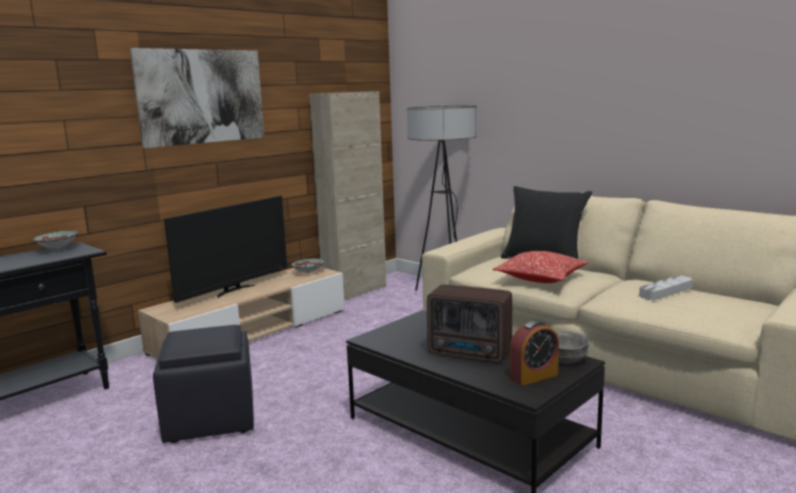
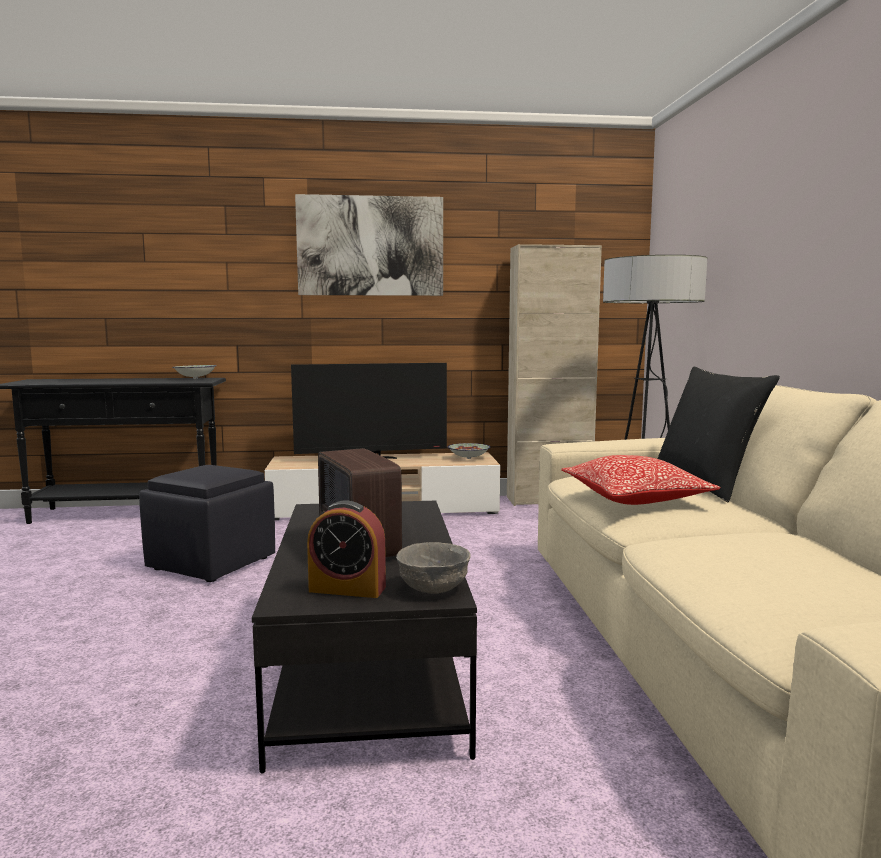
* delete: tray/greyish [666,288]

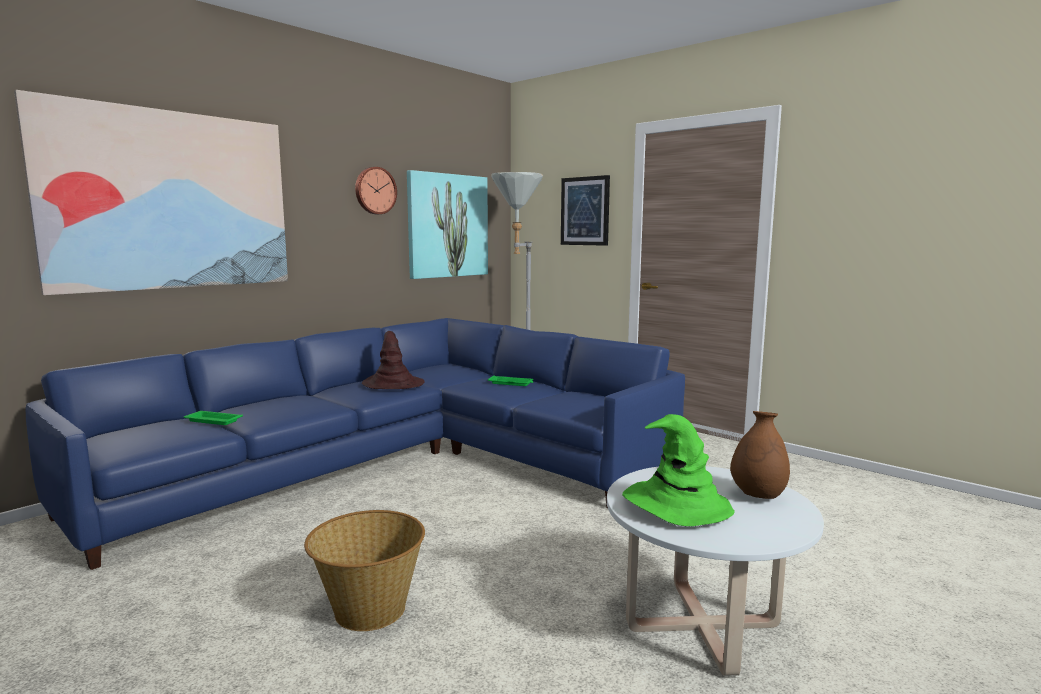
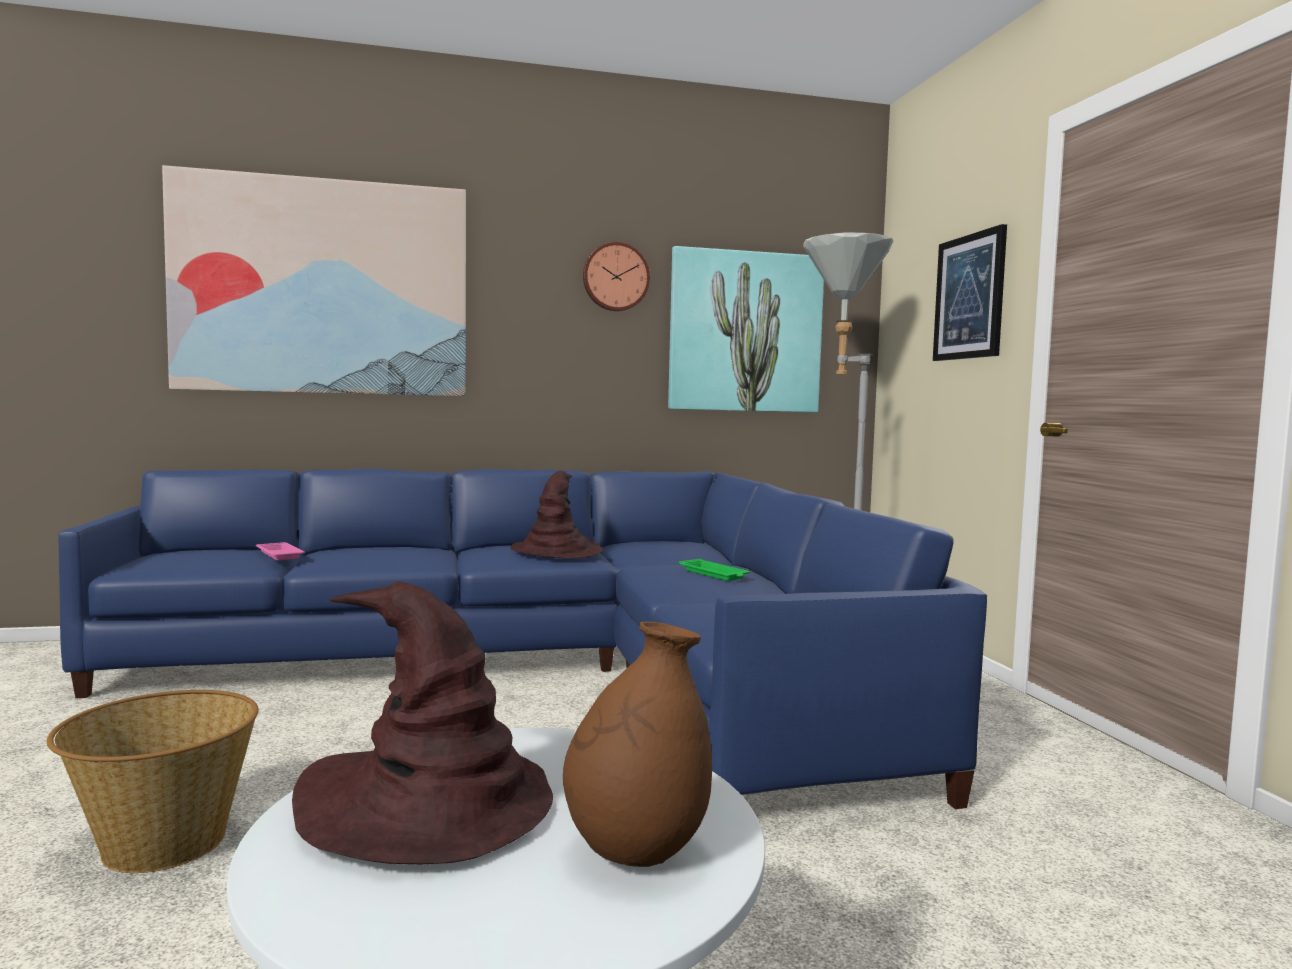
* recolor: tray/green-coloured [213,418] to tray/pink [280,551]
* recolor: hat/green-coloured [678,470] to hat/brown [422,723]

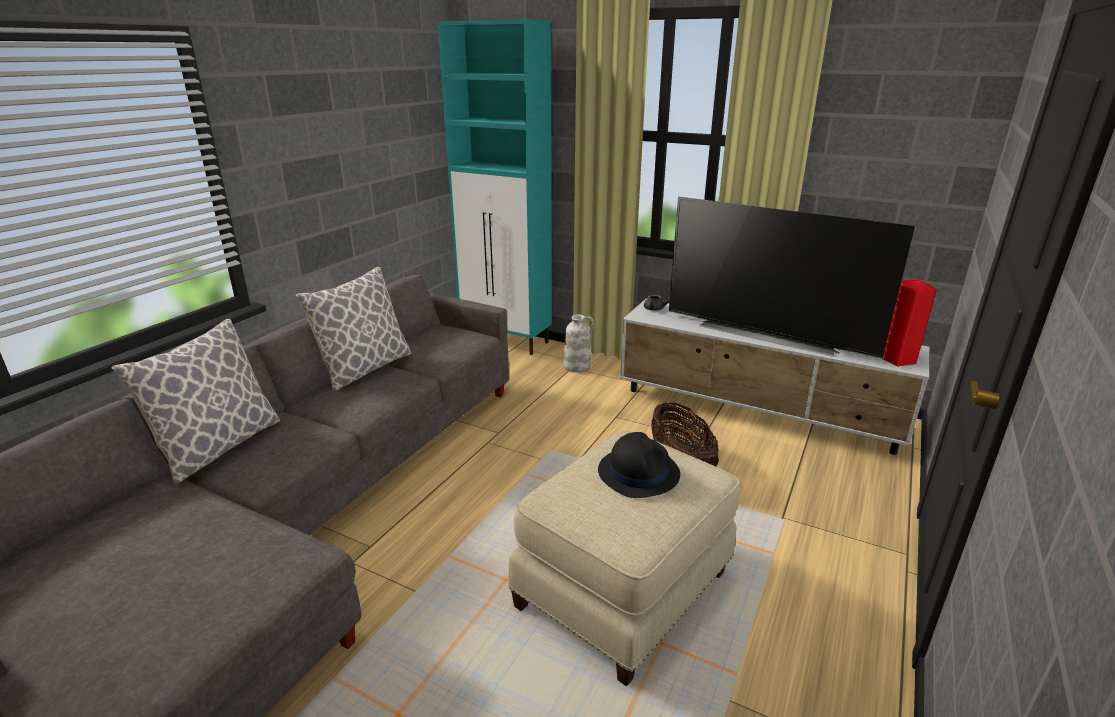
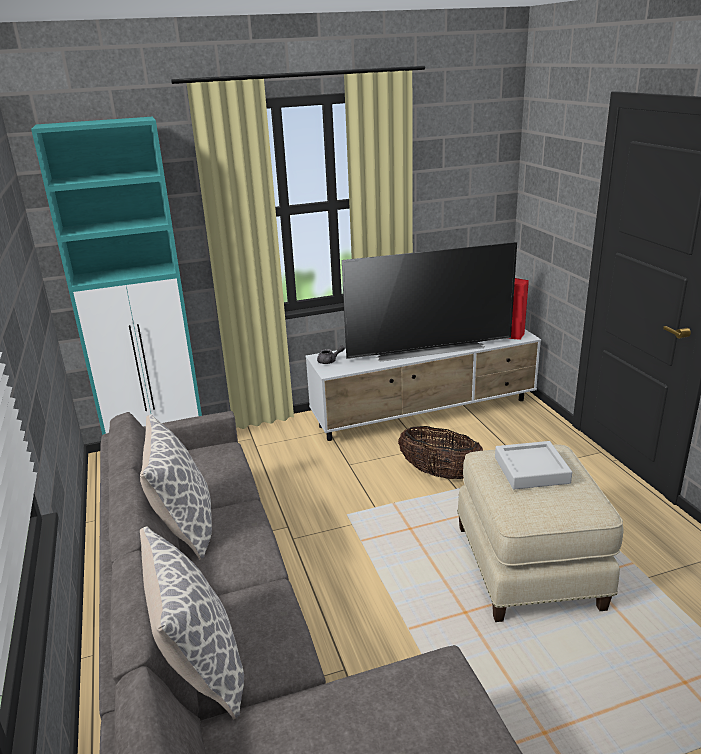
* delete: decorative vase/white [579,343]
* replace: hat/black-coloured [639,465] to tray/greyish [533,465]

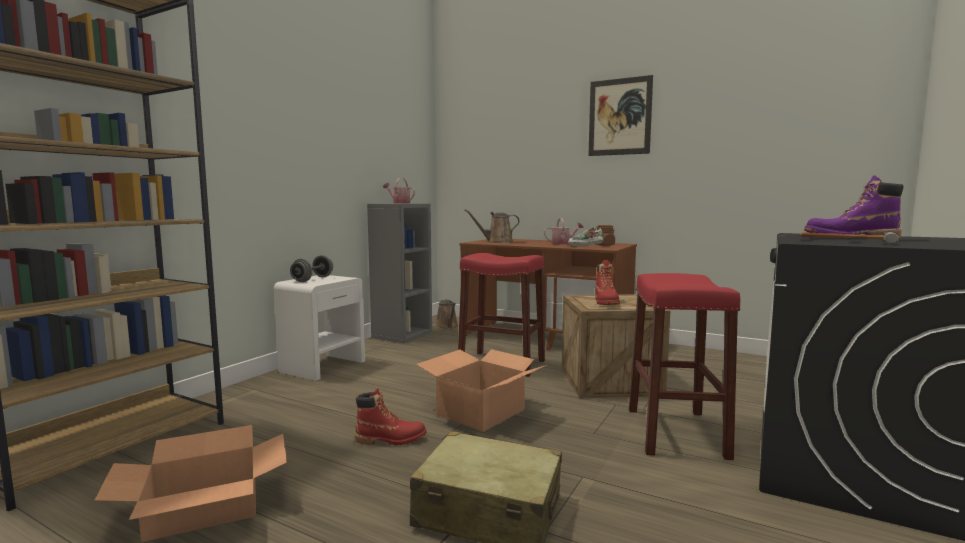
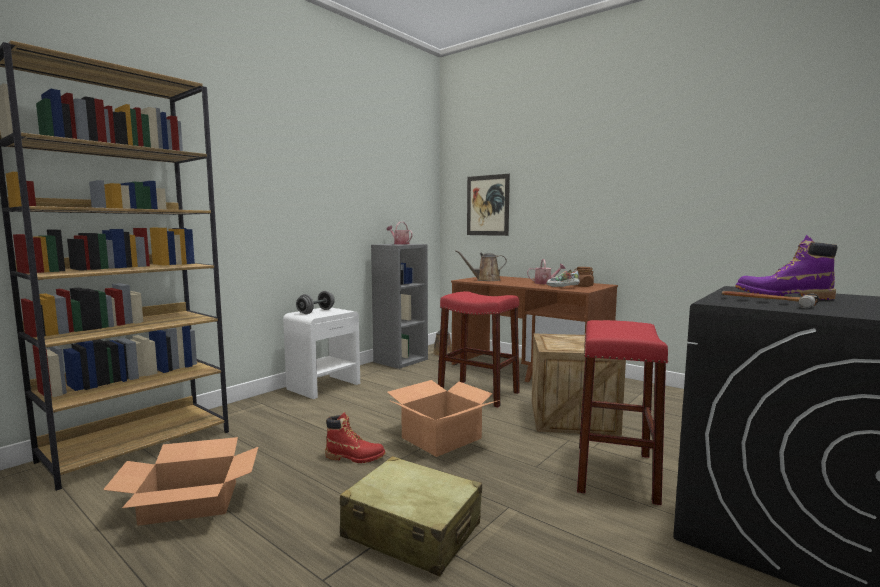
* delete: high-top boot/red [607,282]
* move: wall art [620,115] to [488,205]

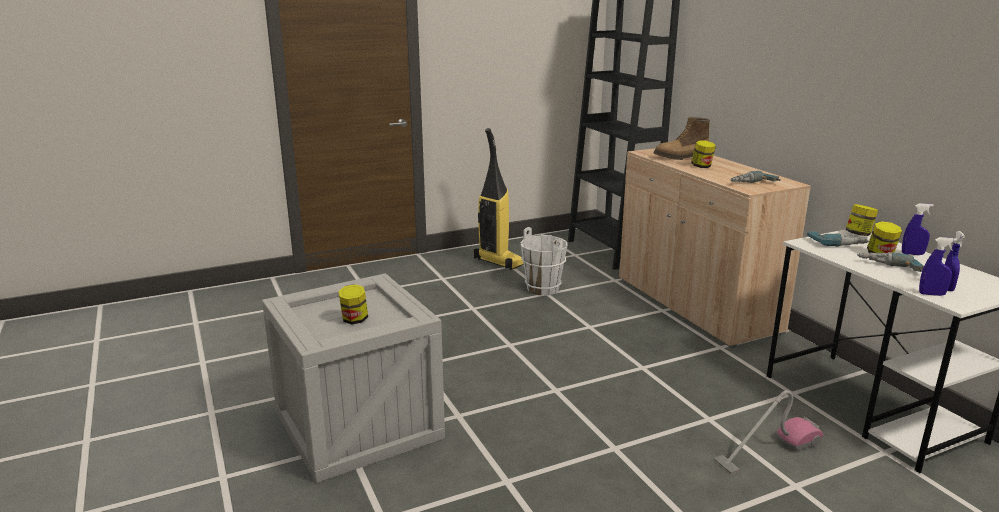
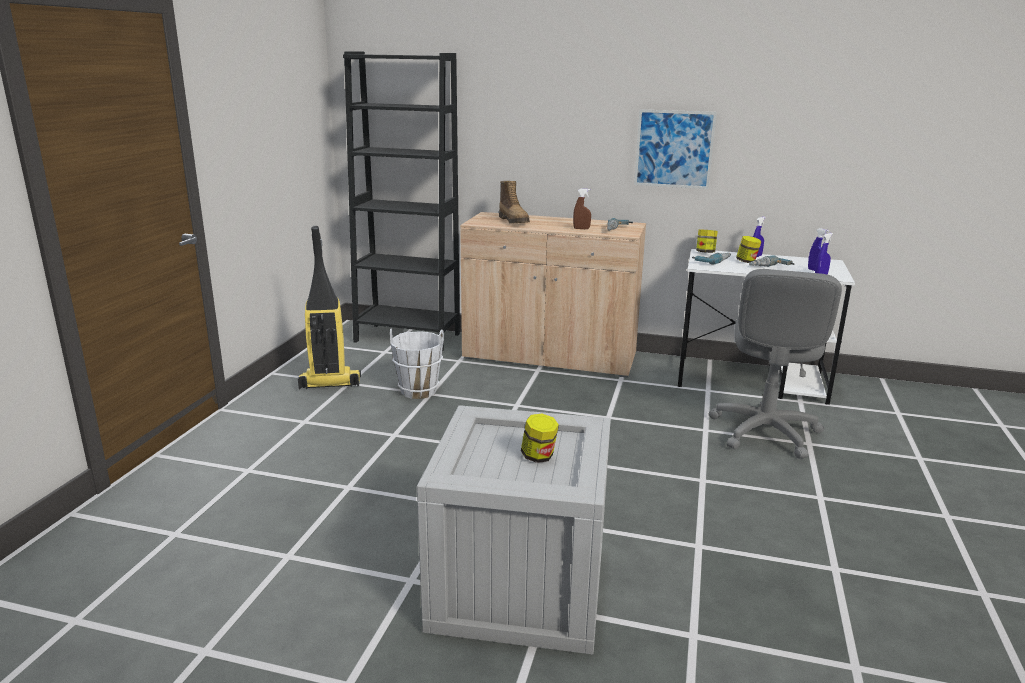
* delete: preserve jar [703,154]
* insert: hand sprayer/brown [582,209]
* insert: wall art [675,149]
* replace: hoover [768,432] to computer chair/greyish [775,364]
* rotate: high-top boot [682,138] = [514,202] 45 degrees counterclockwise

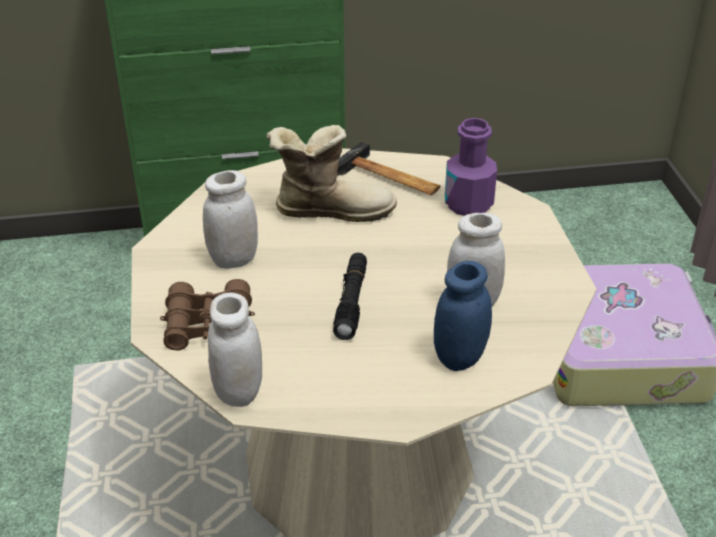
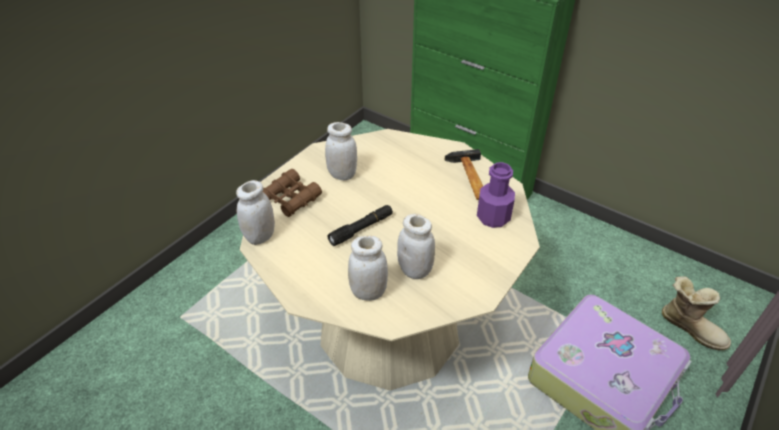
* move: high-top boot [331,173] to [696,313]
* recolor: preserve jar/bluish [463,316] to preserve jar/white [368,268]

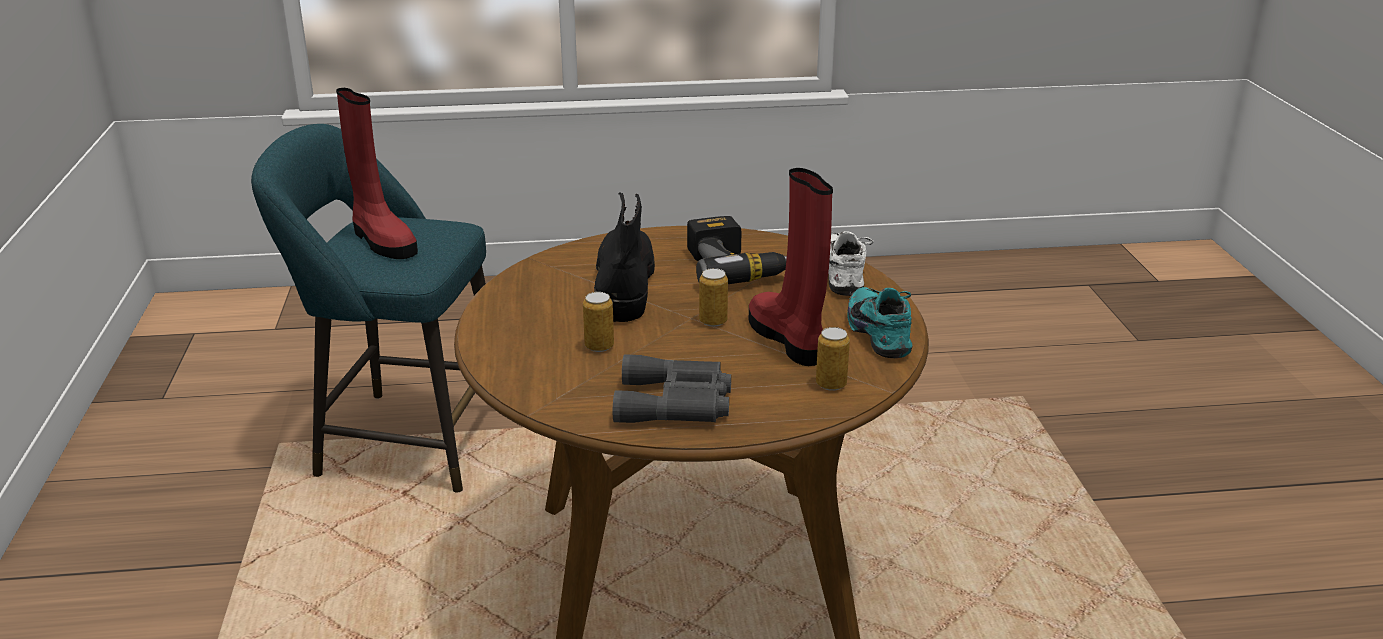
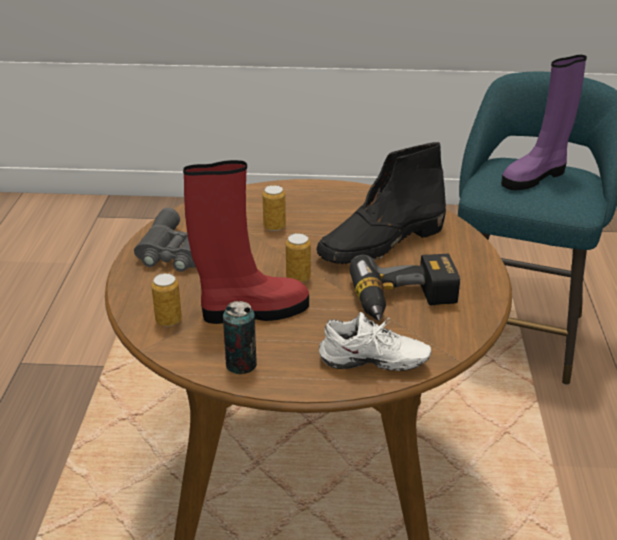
* replace: shoe/blue-green [880,322] to sealed can [240,337]
* recolor: high-top boot/red [377,173] to high-top boot/purple-coloured [544,122]
* rotate: high-top boot/black-coloured [624,257] = [381,203] 135 degrees clockwise

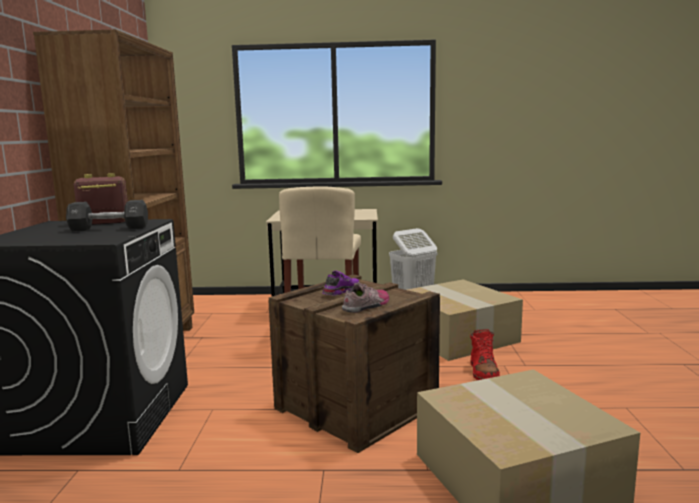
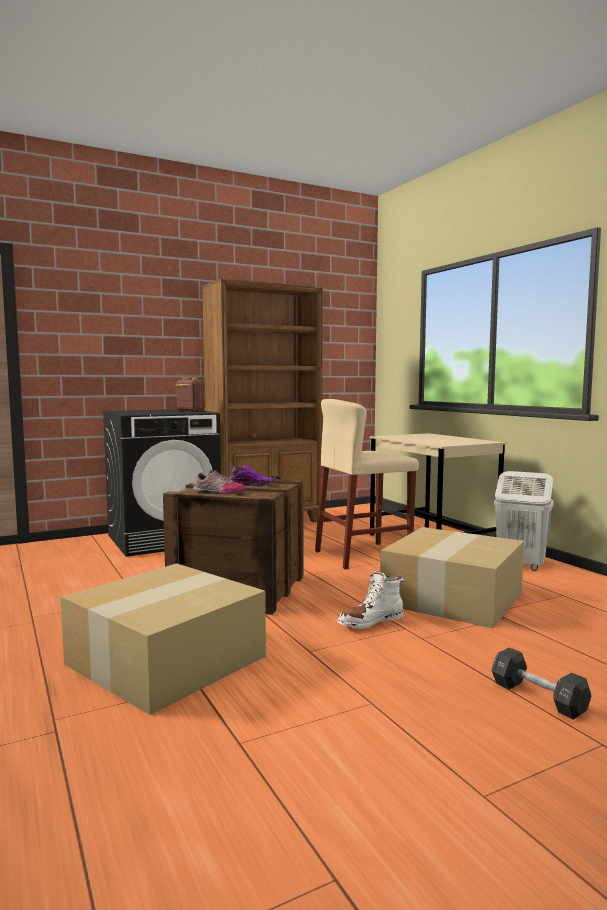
* move: free weight/black-coloured [107,216] to [541,683]
* recolor: high-top boot/red [485,354] to high-top boot/white [370,600]

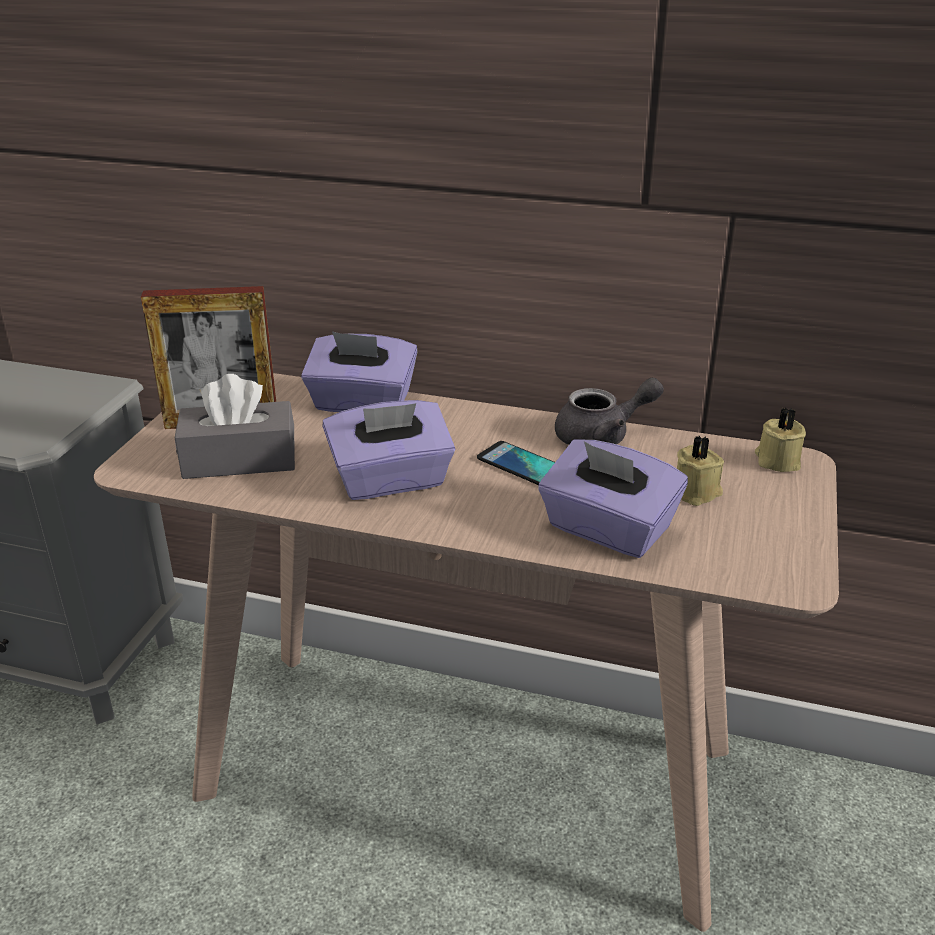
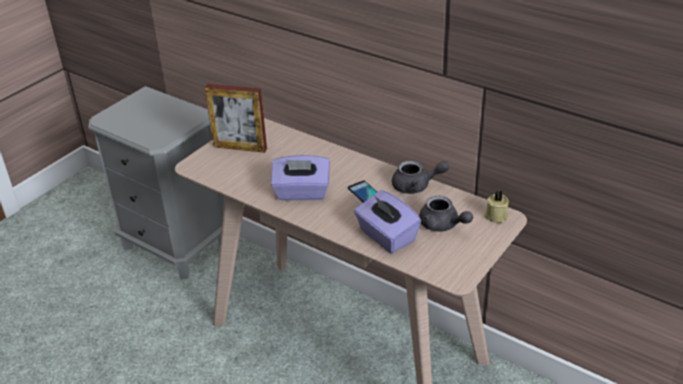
* delete: tissue holder/greyish [235,426]
* delete: tissue holder/purple-coloured [359,372]
* replace: wax candle/beige [700,471] to pot for tea/greyish [446,214]

